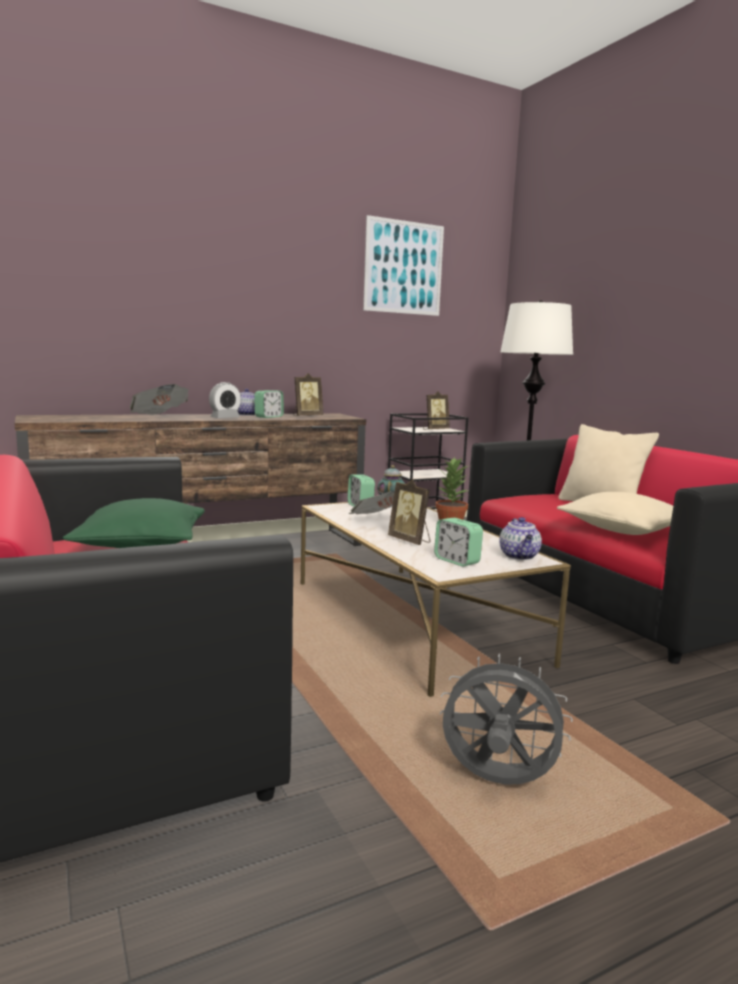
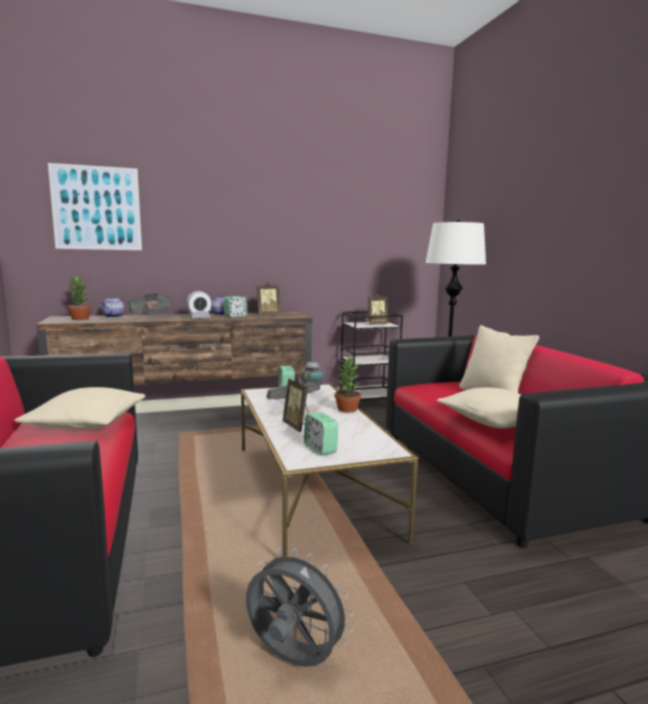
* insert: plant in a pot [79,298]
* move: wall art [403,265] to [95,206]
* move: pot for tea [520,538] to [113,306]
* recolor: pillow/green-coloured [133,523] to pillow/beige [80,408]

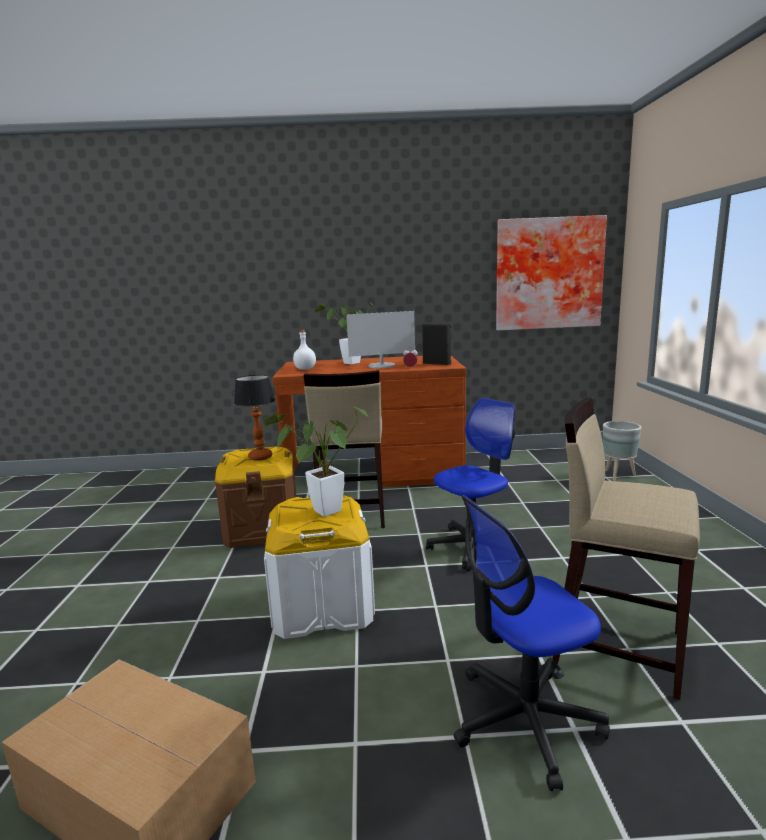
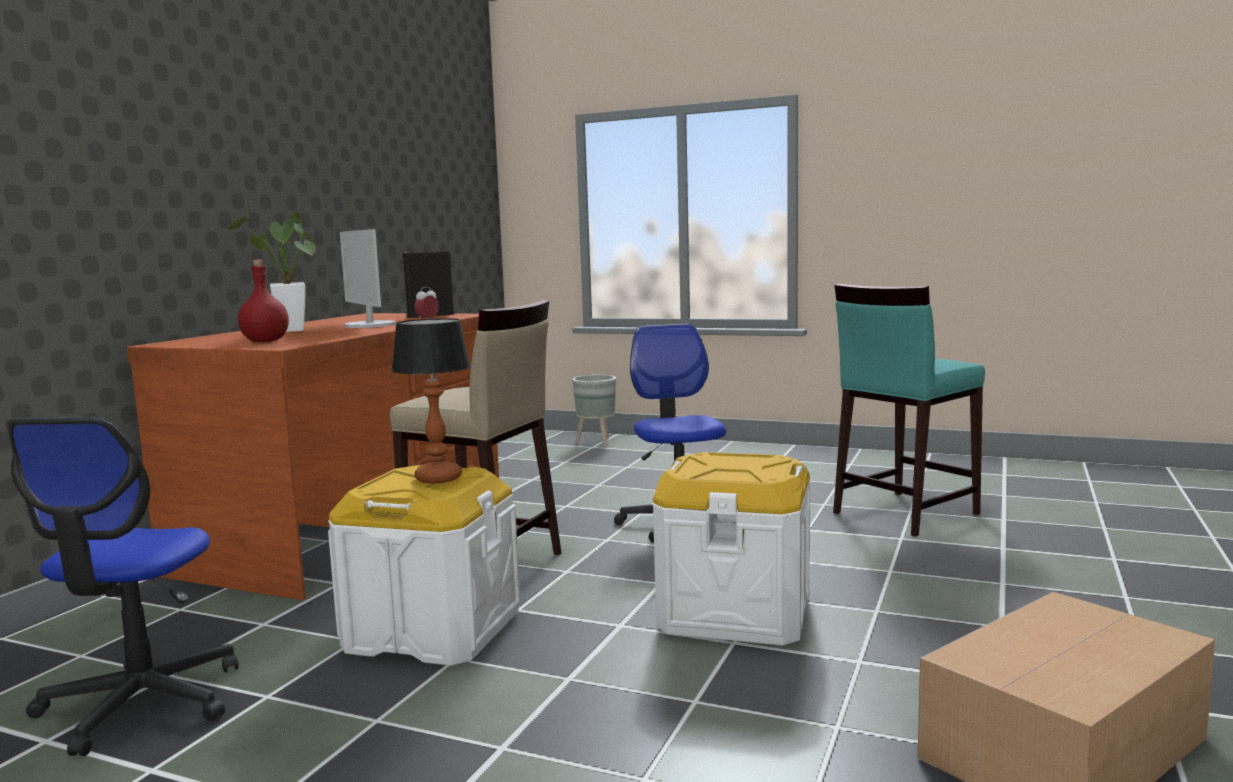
* delete: plant in a pot [316,461]
* delete: wall art [551,273]
* move: computer chair [532,643] to [122,586]
* recolor: storage bin/brown [255,497] to storage bin/white [424,565]
* recolor: drink bottle/white [304,349] to drink bottle/red [263,300]
* recolor: sitting stool/beige [626,548] to sitting stool/blue-green [909,410]
* rotate: monitor [380,339] = [368,278] 135 degrees clockwise

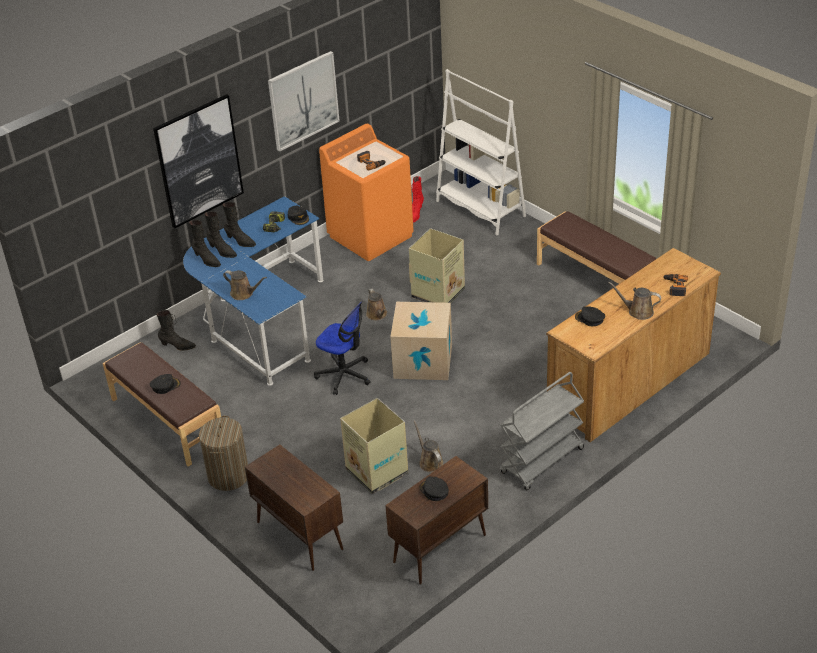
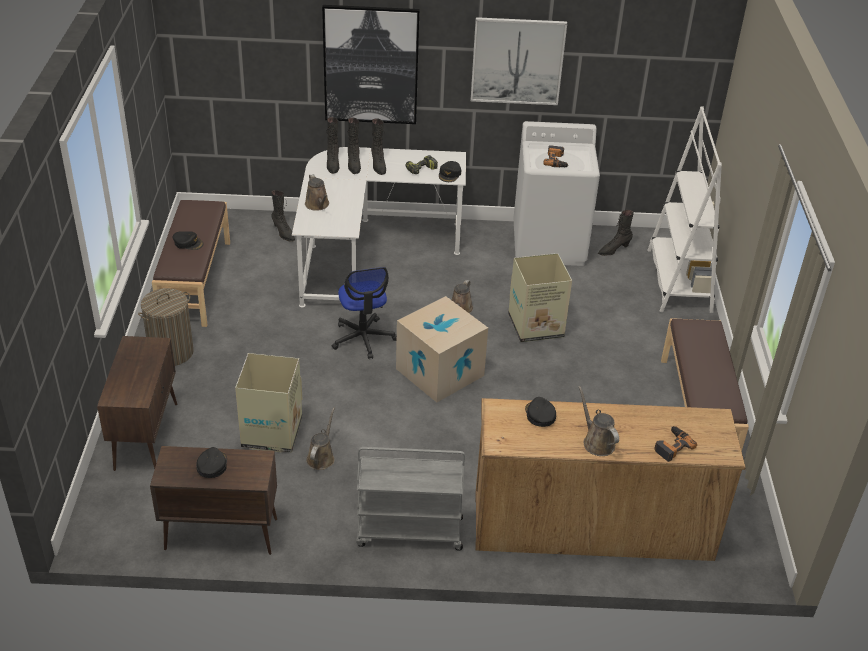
* recolor: desk unit/bluish [253,291] to desk unit/white [379,227]
* recolor: washing machine/orange-coloured [366,192] to washing machine/white [557,193]
* recolor: high-top boot/red [417,199] to high-top boot/black-coloured [616,233]

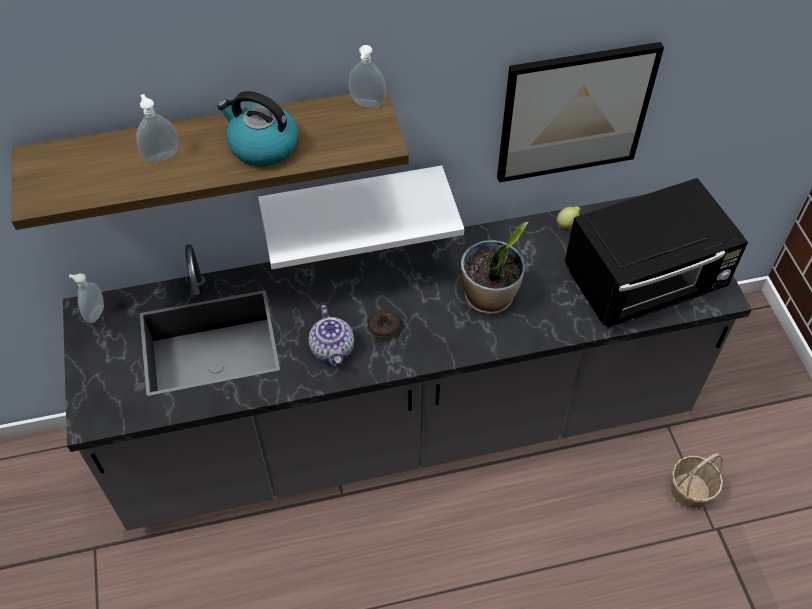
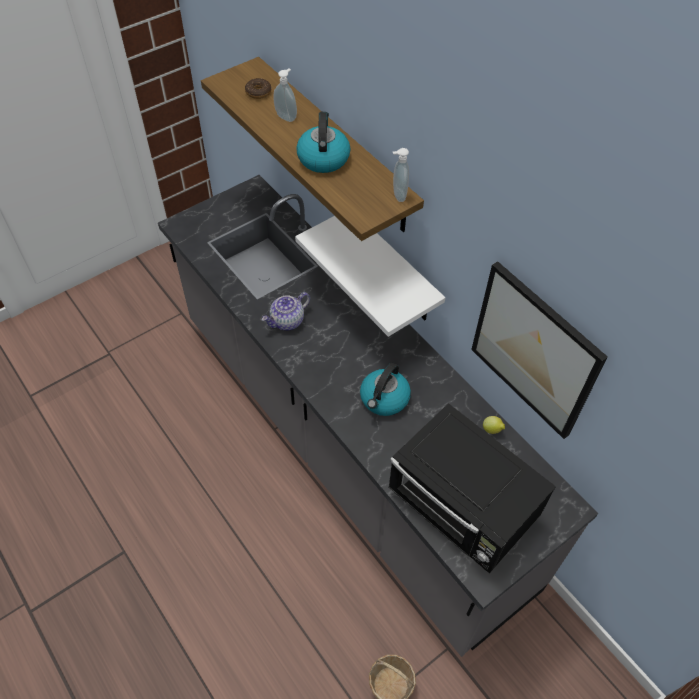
* delete: liquid soap bottle [86,298]
* move: donut [384,324] to [258,88]
* replace: plant in a pot [494,268] to tea kettle [385,389]

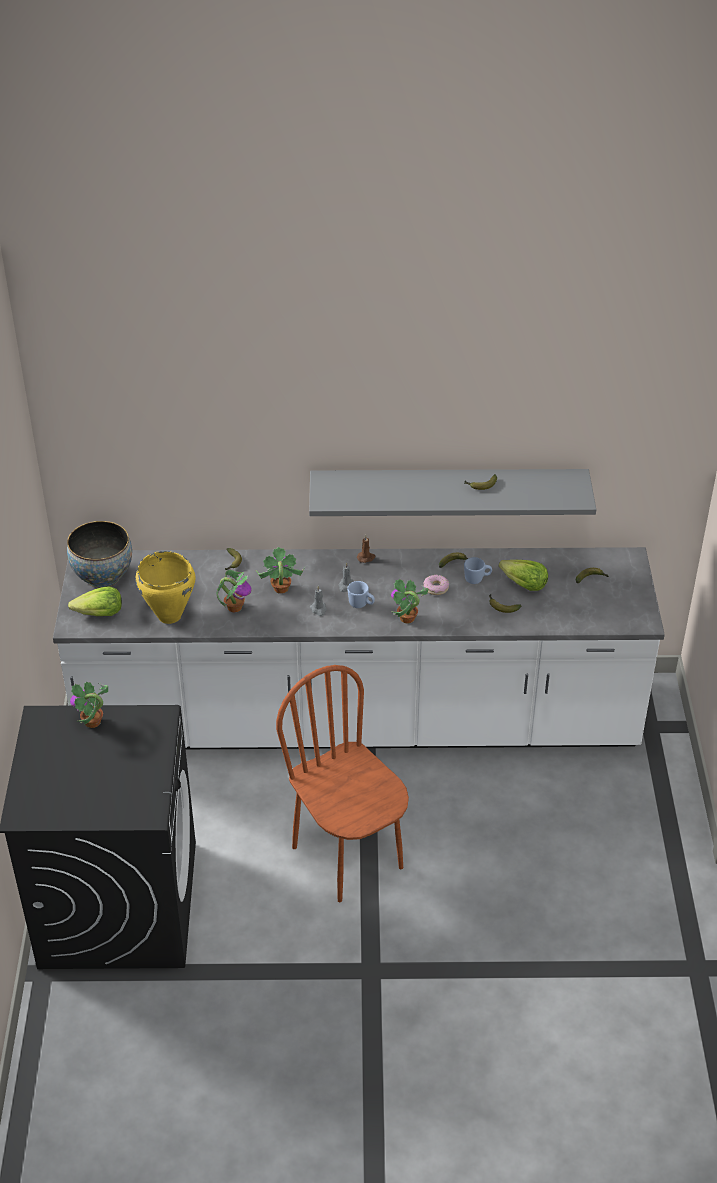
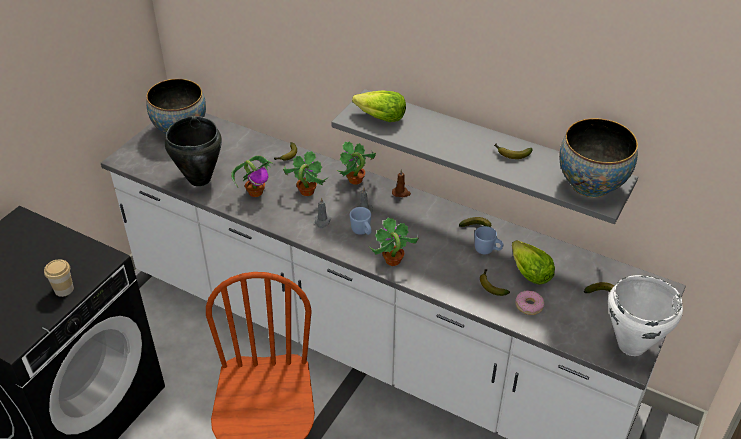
* insert: drinking cup [59,278]
* insert: bowl [598,158]
* insert: stockpot/white [645,315]
* move: lettuce [95,601] to [379,106]
* move: plant in a pot [89,704] to [356,163]
* move: donut [436,585] to [530,302]
* recolor: stockpot/yellowish [165,587] to stockpot/black-coloured [193,151]

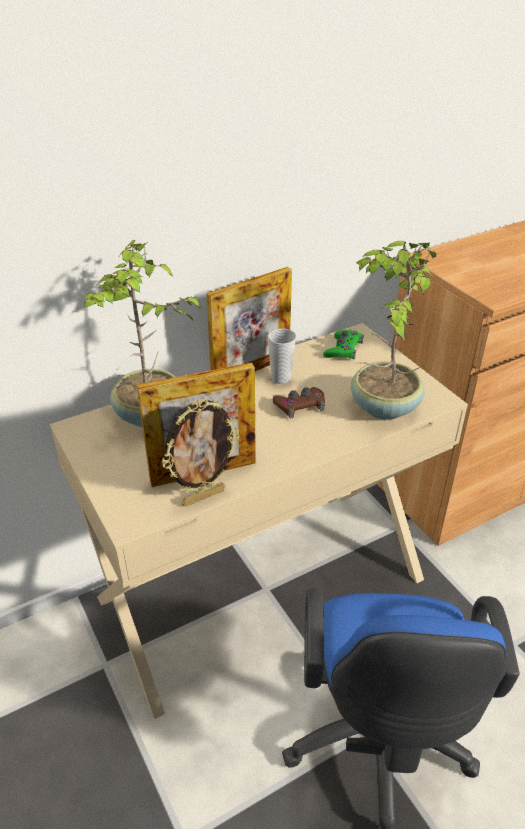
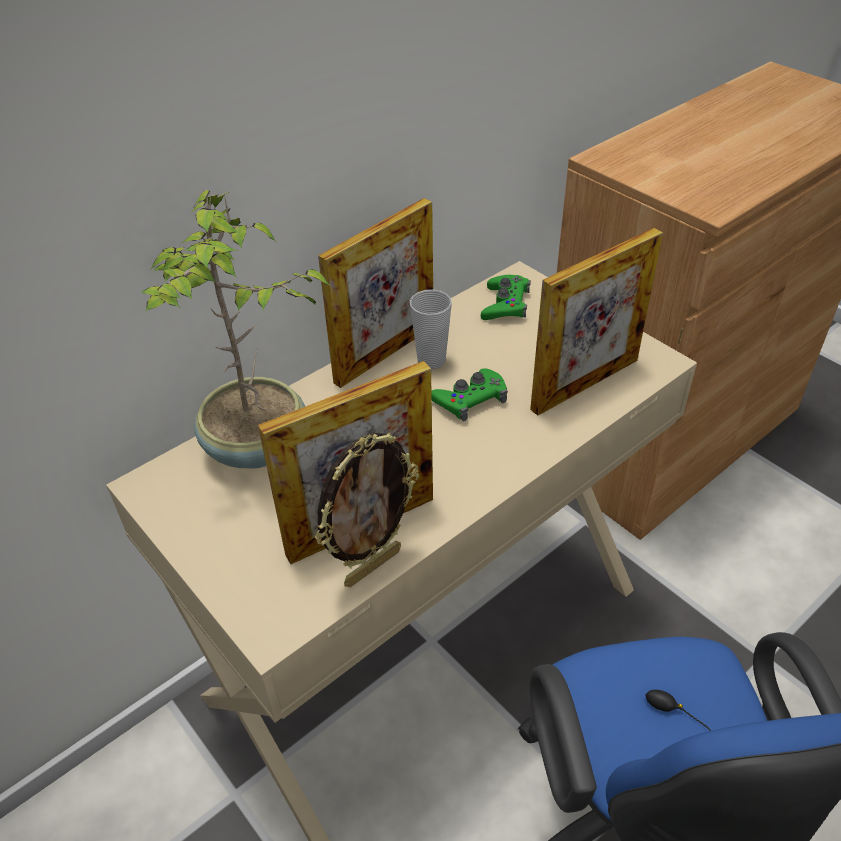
* replace: plant in a pot [393,330] to standing frame [596,322]
* recolor: gamepad/brown [299,402] to gamepad/green-coloured [469,394]

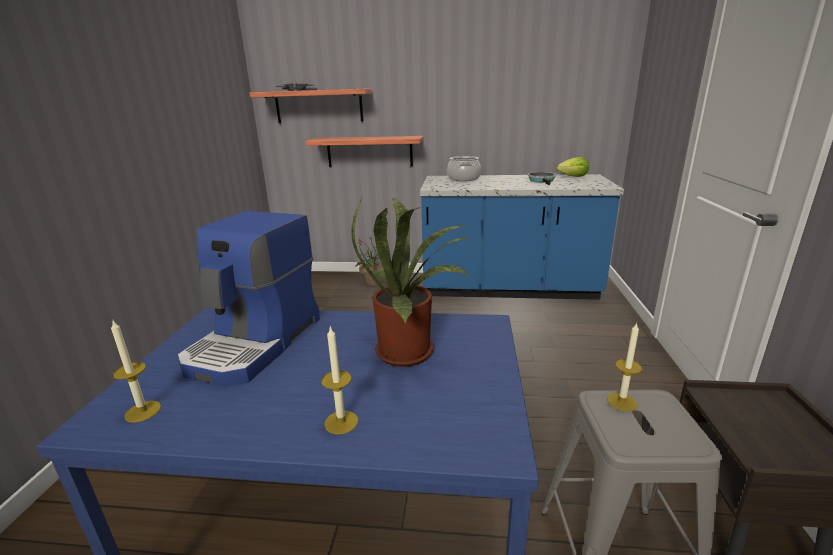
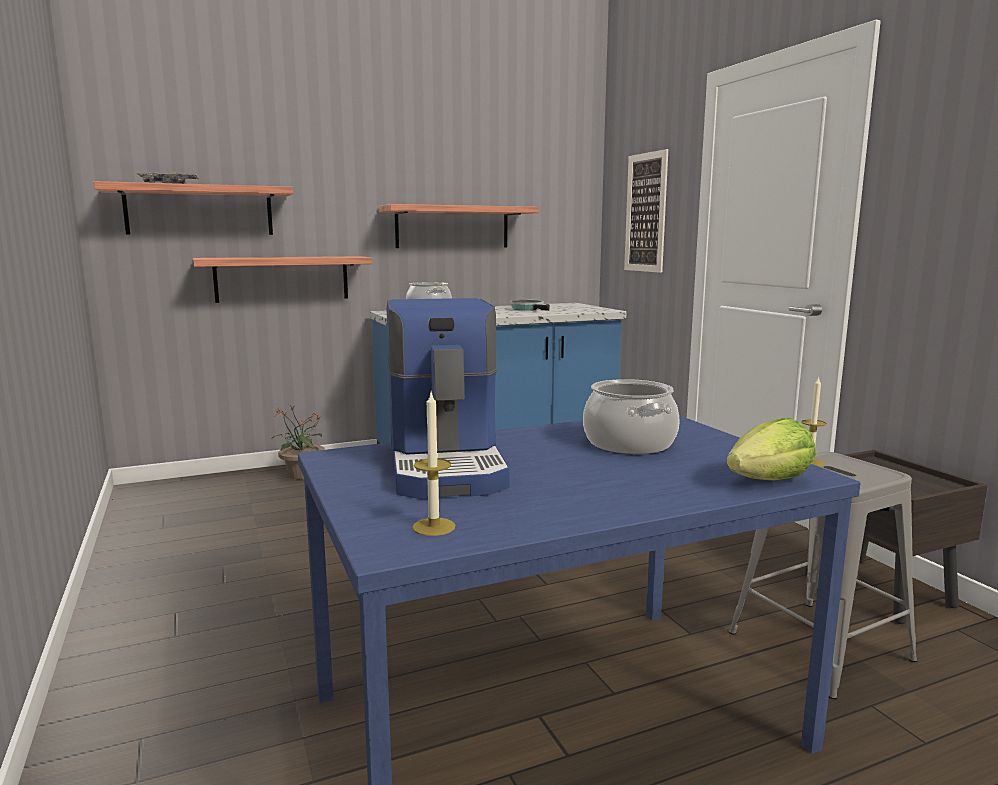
* delete: wax candle [339,380]
* insert: shelf [458,226]
* insert: wall art [646,211]
* move: lettuce [572,167] to [771,449]
* replace: plant in a pot [411,282] to stockpot [631,416]

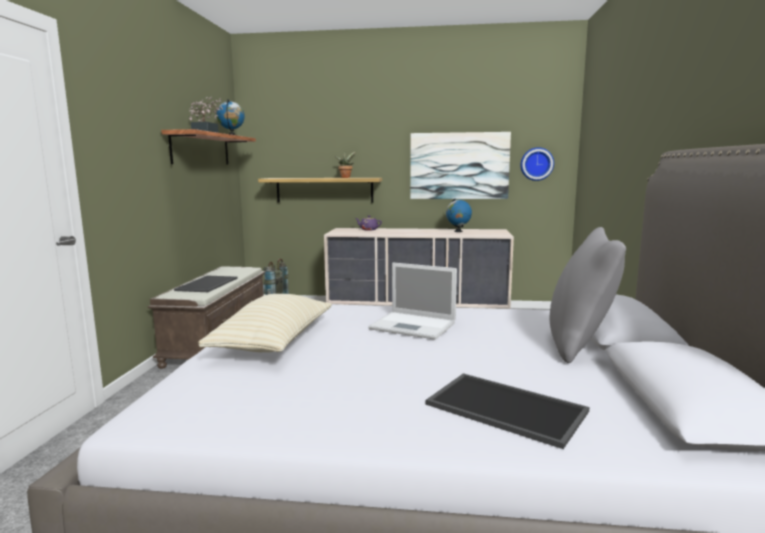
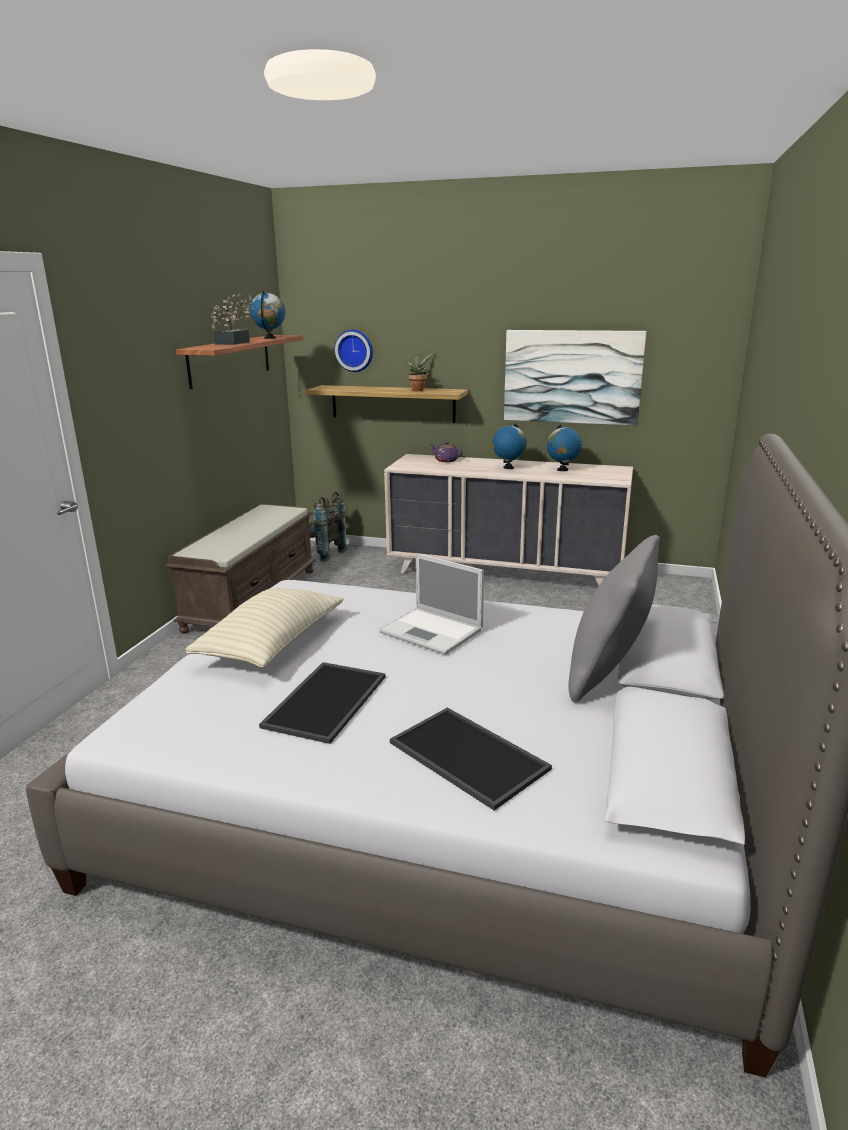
* insert: desk globe [509,446]
* move: tray [206,284] to [322,703]
* move: clock on the wall [537,164] to [354,350]

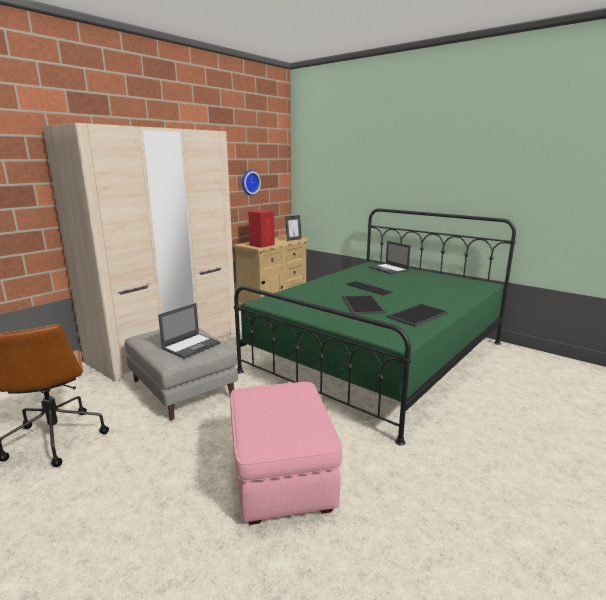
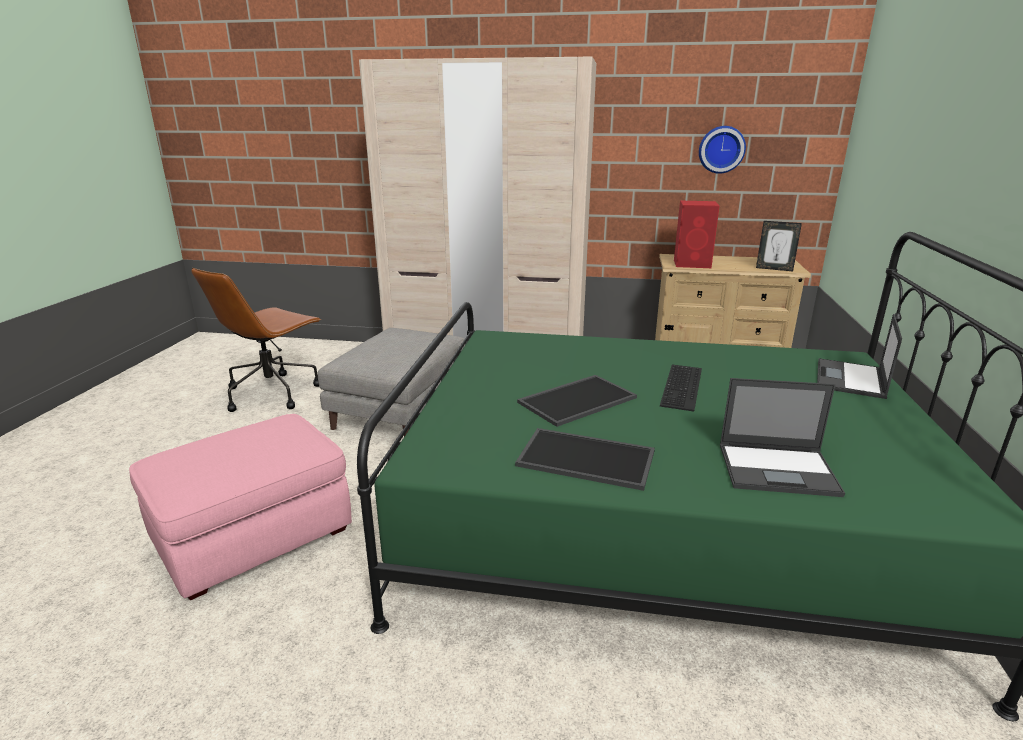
* move: laptop [189,331] to [782,437]

